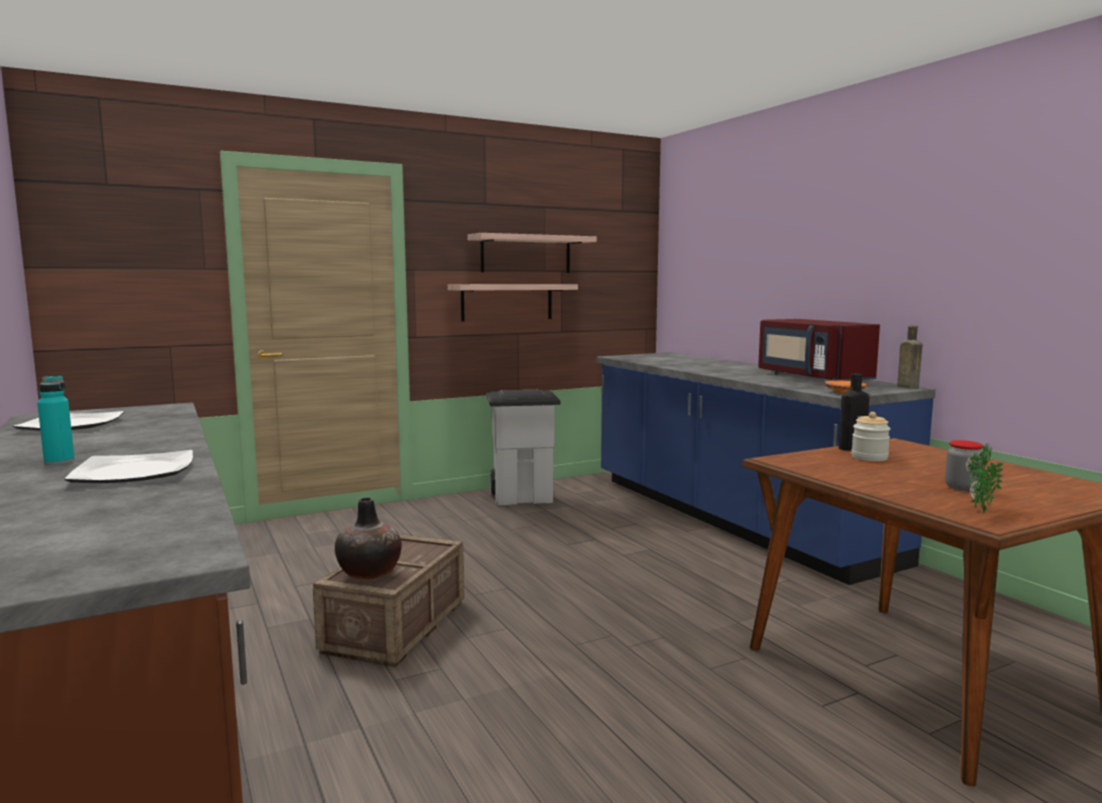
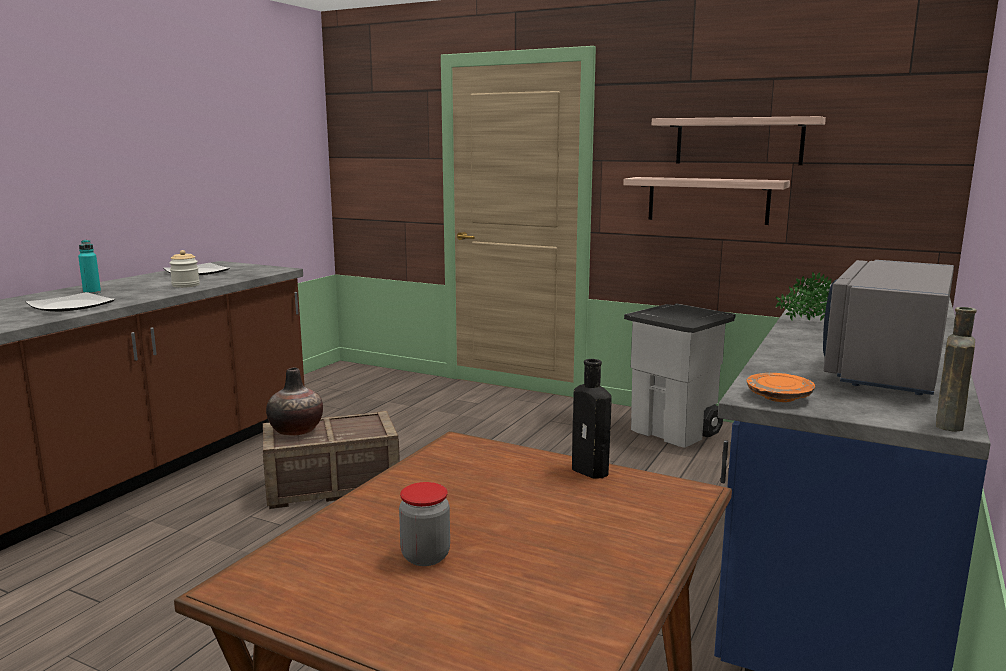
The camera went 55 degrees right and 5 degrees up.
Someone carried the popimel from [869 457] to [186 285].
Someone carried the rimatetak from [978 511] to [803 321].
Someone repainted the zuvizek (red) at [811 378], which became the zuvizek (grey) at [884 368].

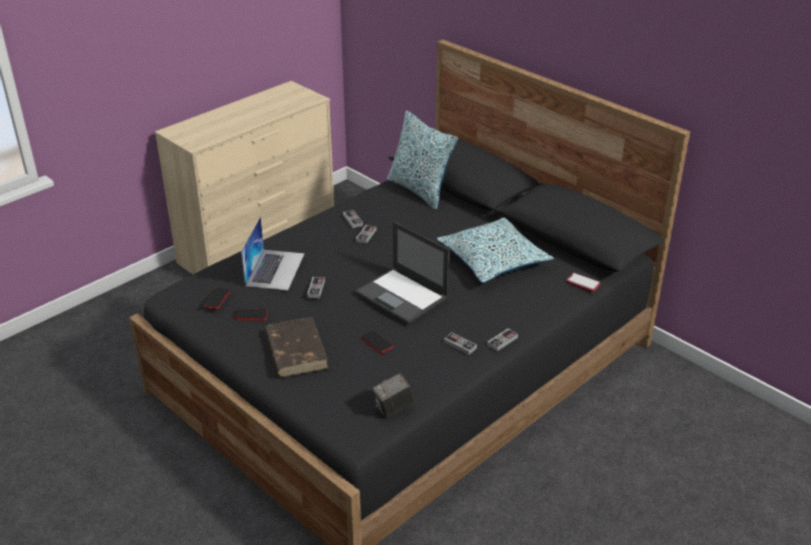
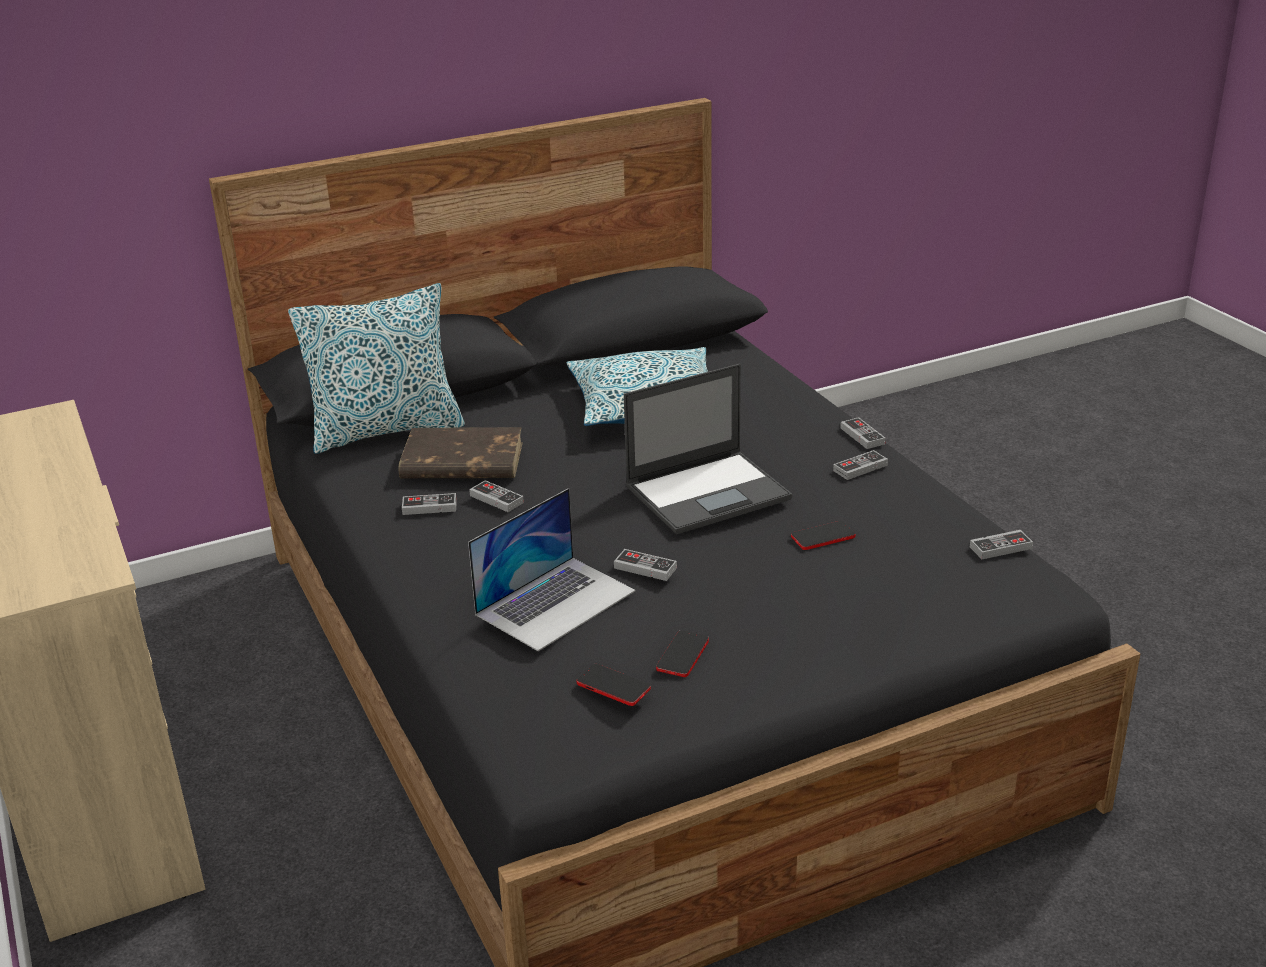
The camera went 70 degrees left and 5 degrees down.
Someone carried the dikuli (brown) from [296 350] to [461 461].
Someone rotated the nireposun at [275 269] by 105 degrees clockwise.
Someone swapped the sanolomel at [393 409] for the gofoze at [1000 548].
Someone took away the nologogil at [583 283].

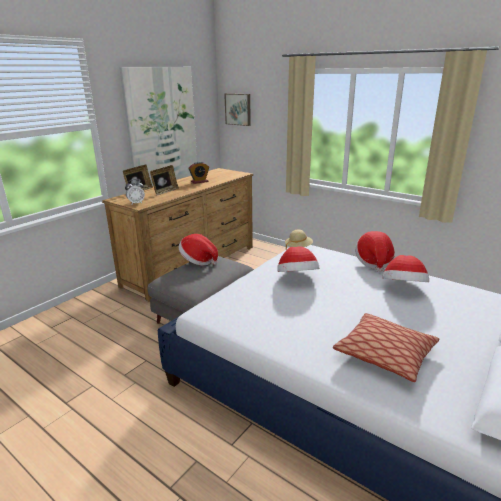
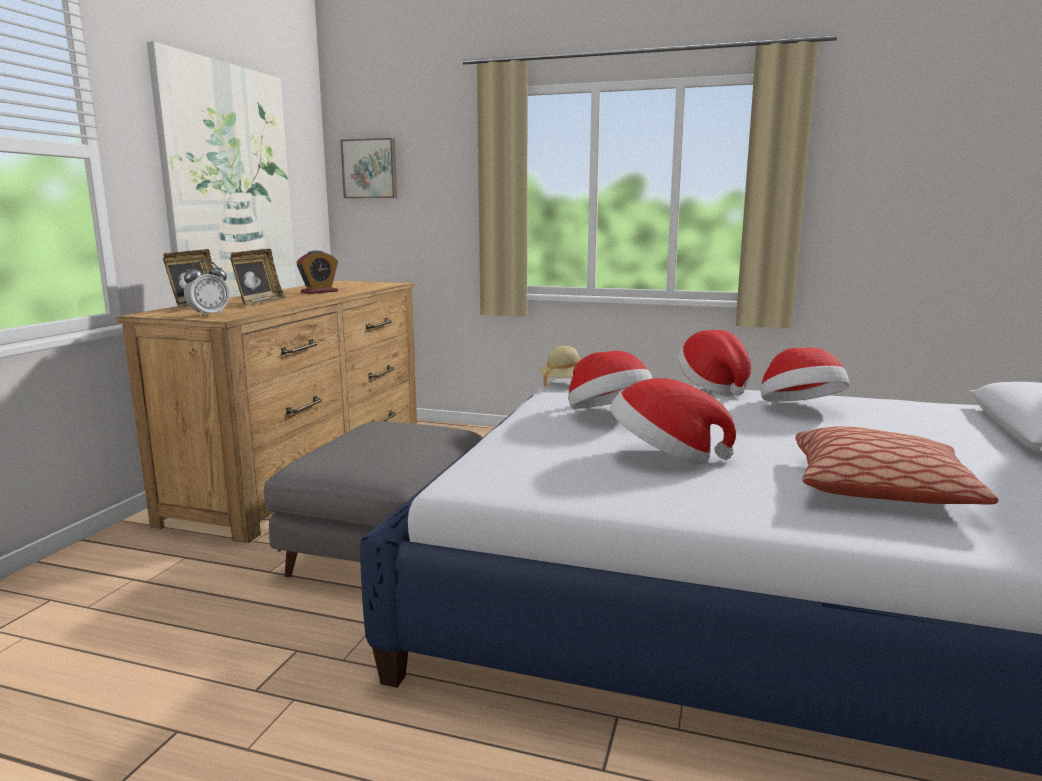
The camera went 20 degrees left and 10 degrees down.
Someone carried the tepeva from [198 260] to [665 457].

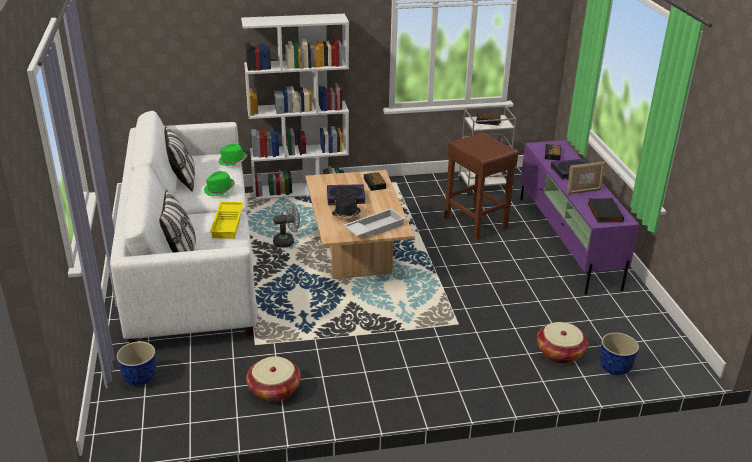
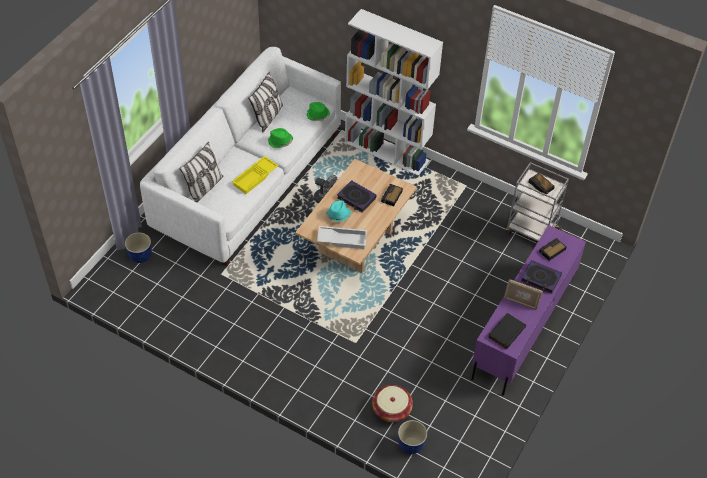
The camera went 40 degrees right and 20 degrees up.
Someone repainted the tepeva (black) at [346 215], which became the tepeva (turquoise) at [338 215].
Someone took away the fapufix at [274 390].
Someone took away the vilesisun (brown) at [476 223].

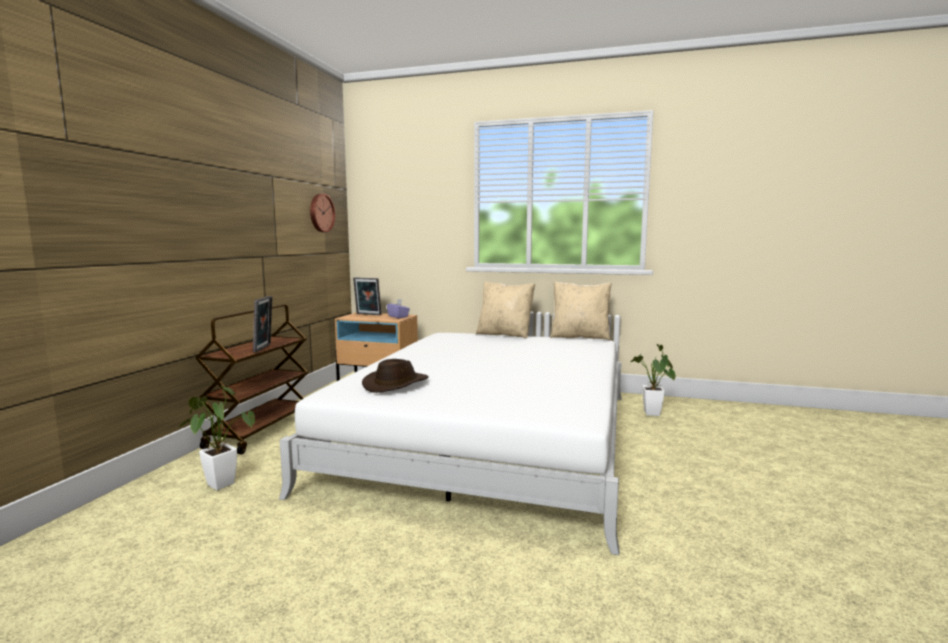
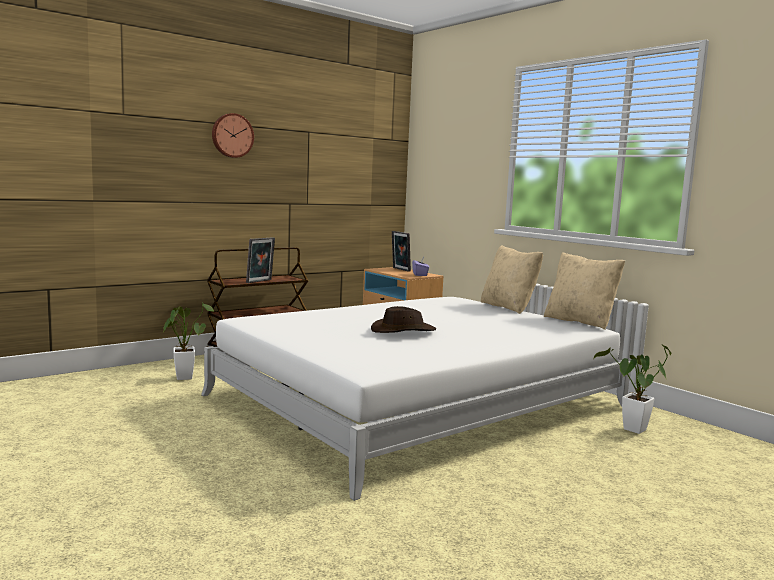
The camera went 35 degrees right and 0 degrees up.
Someone carried the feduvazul from [321 213] to [232 135].
Someone carried the tepeva (brown) from [396 384] to [403 330].

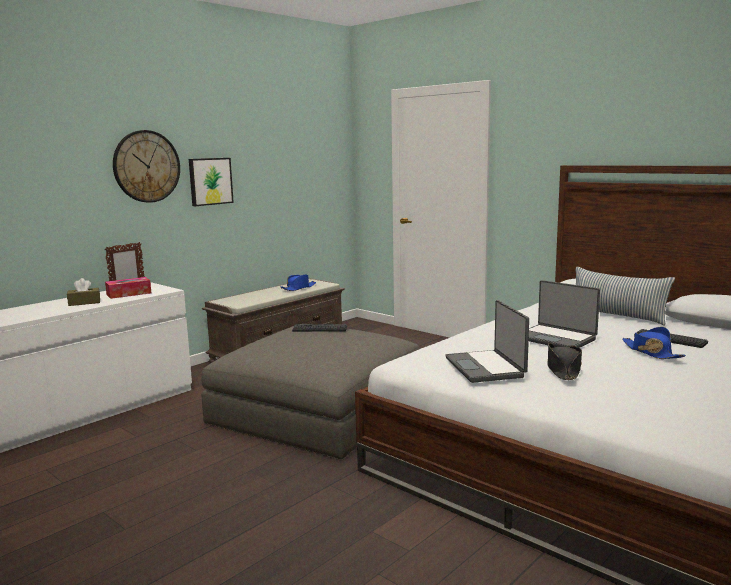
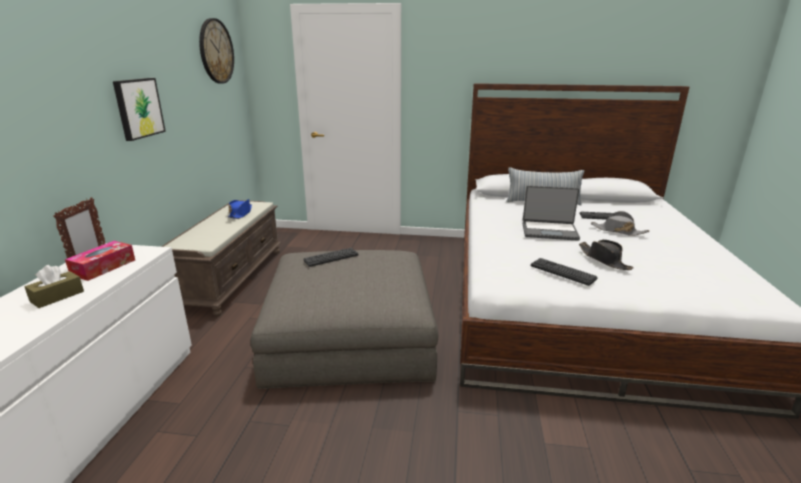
The camera went 35 degrees left and 10 degrees up.
Someone carried the feduvazul from [146 166] to [216 51].
Someone swapped the nireposun at [486 367] for the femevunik at [562 272].
Someone repainted the tepeva (blue) at [651 352], which became the tepeva (grey) at [618 231].

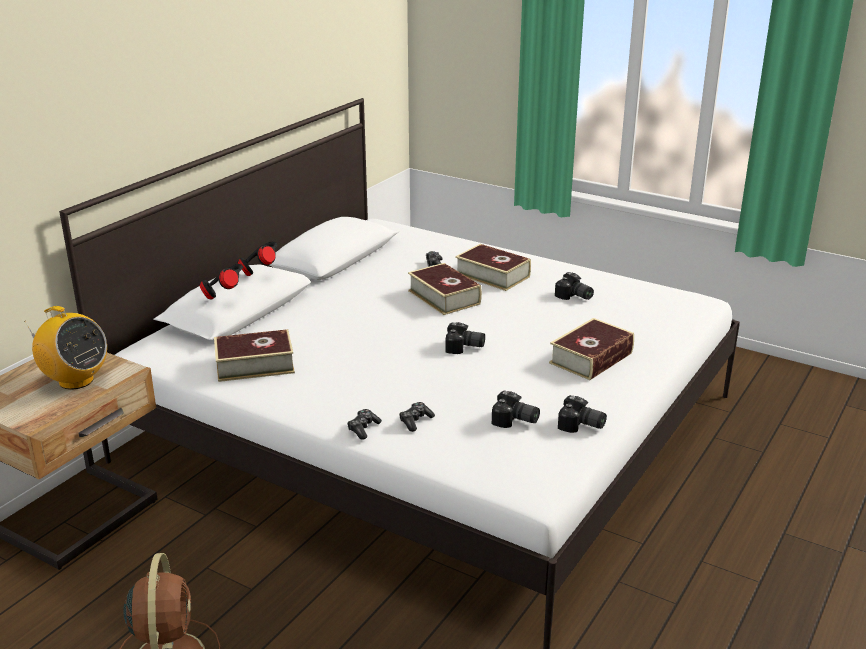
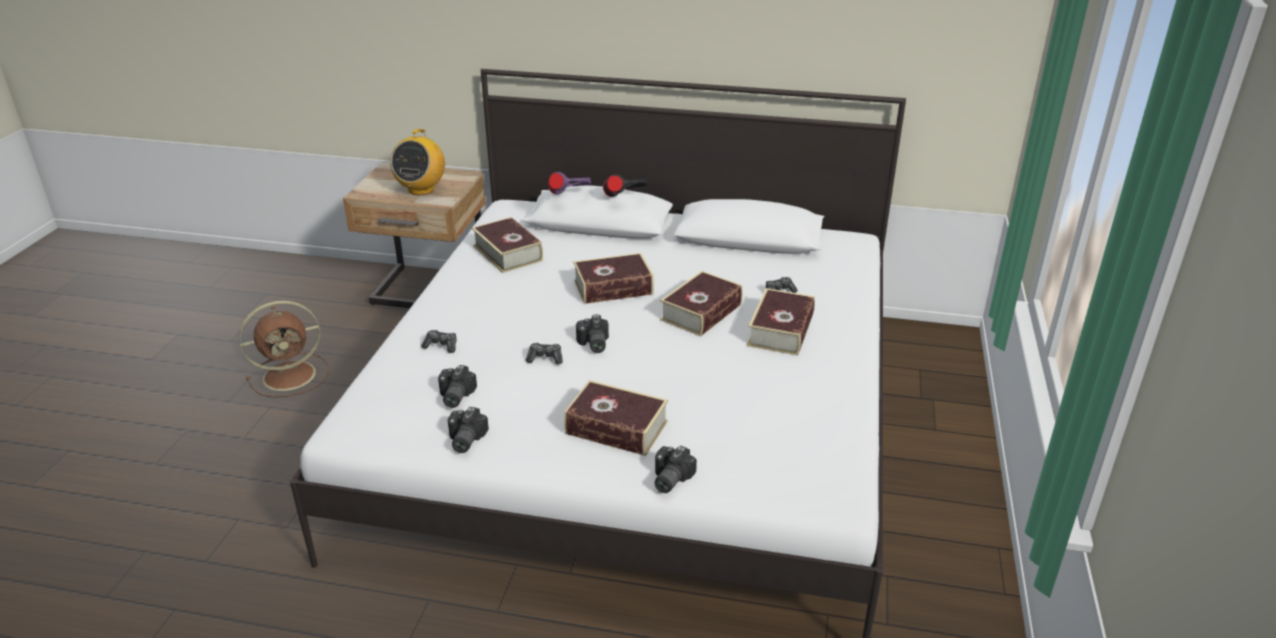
The camera went 70 degrees right and 5 degrees up.
Someone carried the gofoze from [363 428] to [545 358].
Someone repainted the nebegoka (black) at [225 294], which became the nebegoka (purple) at [570 196].
Someone put down the dikuli at [613 287].
Someone carried the sanolomel from [574 297] to [668 479].

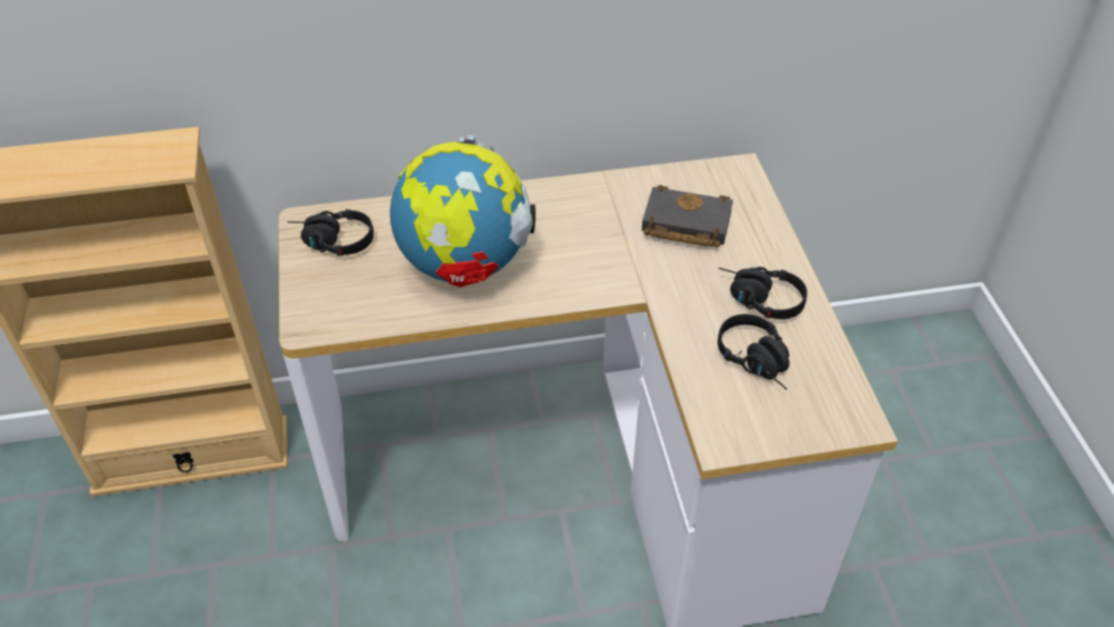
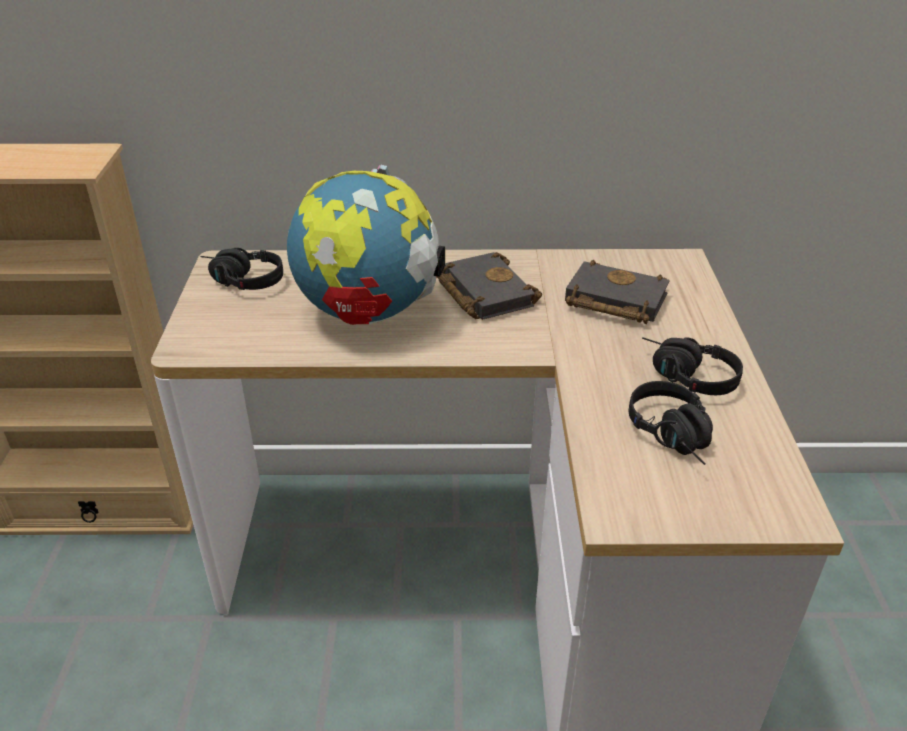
The camera went 10 degrees right and 10 degrees down.
Someone put down the dikuli (black) at [482 292].

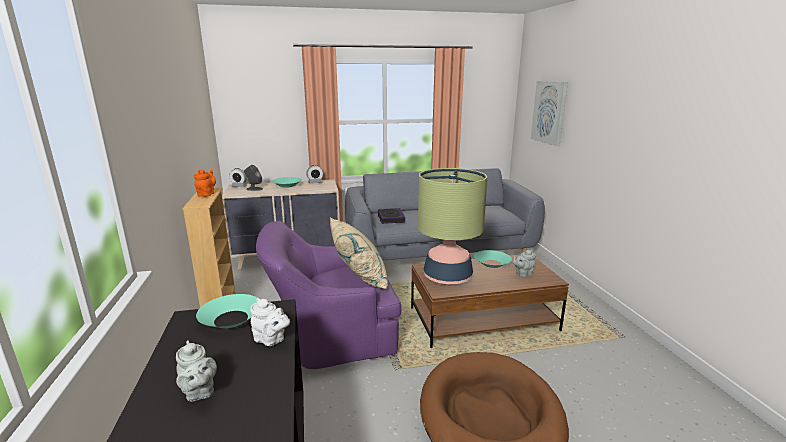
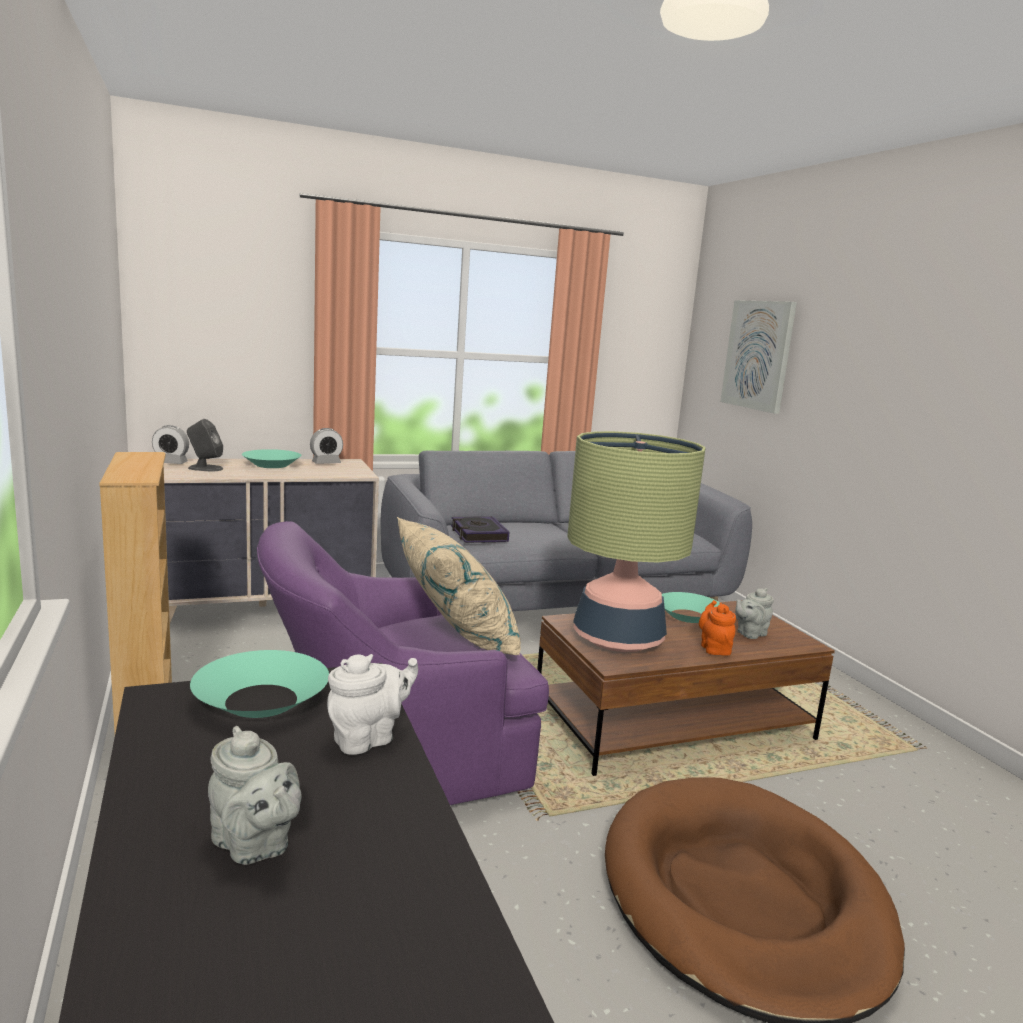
The camera went 10 degrees left and 5 degrees down.
Someone rotated the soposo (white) at [271 340] by 60 degrees counterclockwise.
Someone carried the soposo (orange) from [207 194] to [714 648].

